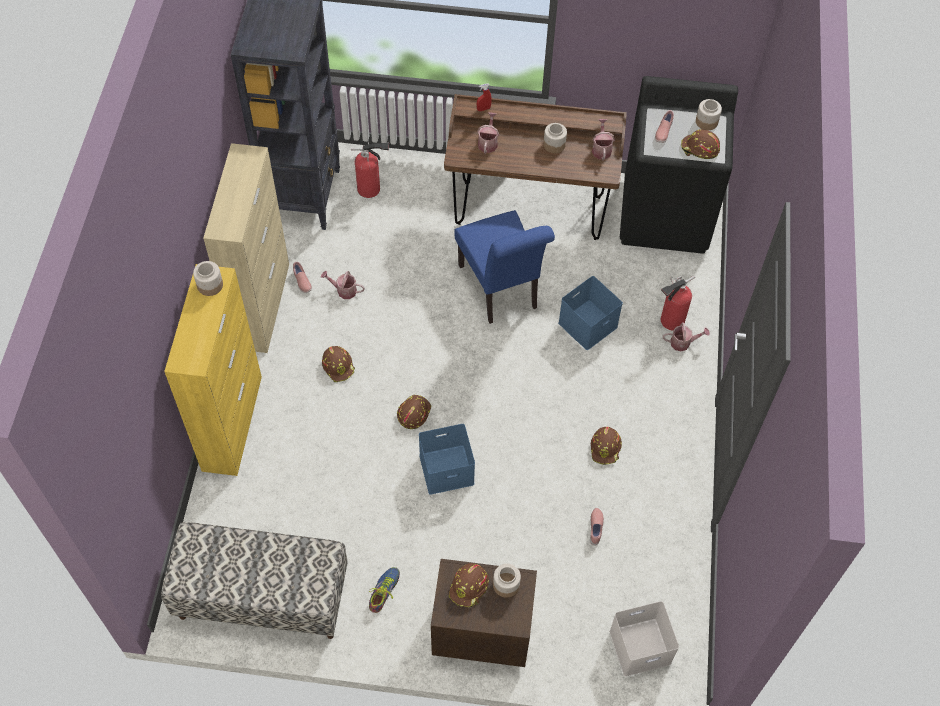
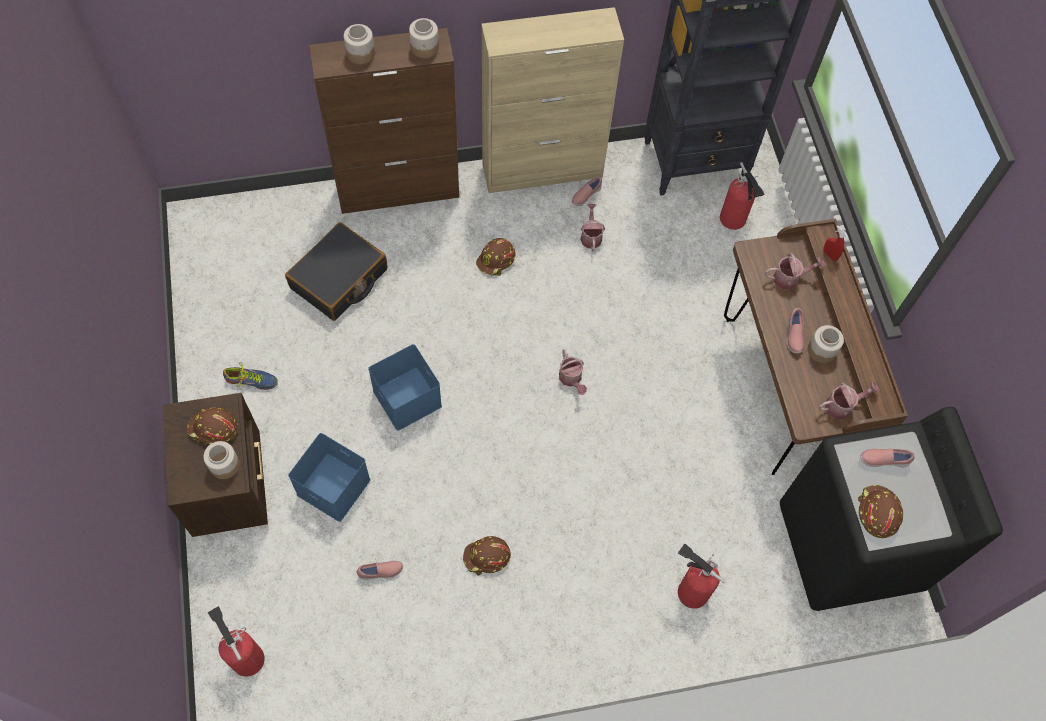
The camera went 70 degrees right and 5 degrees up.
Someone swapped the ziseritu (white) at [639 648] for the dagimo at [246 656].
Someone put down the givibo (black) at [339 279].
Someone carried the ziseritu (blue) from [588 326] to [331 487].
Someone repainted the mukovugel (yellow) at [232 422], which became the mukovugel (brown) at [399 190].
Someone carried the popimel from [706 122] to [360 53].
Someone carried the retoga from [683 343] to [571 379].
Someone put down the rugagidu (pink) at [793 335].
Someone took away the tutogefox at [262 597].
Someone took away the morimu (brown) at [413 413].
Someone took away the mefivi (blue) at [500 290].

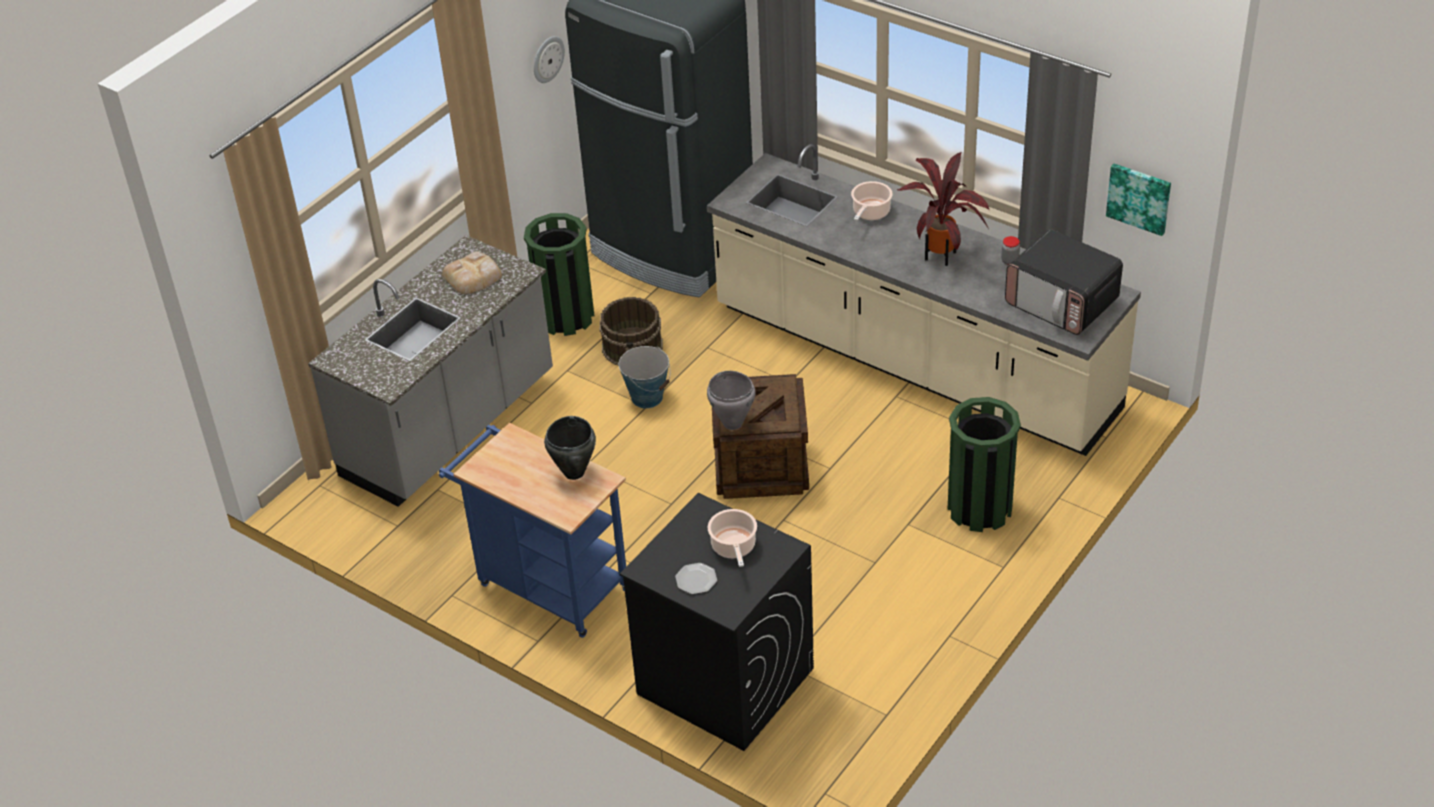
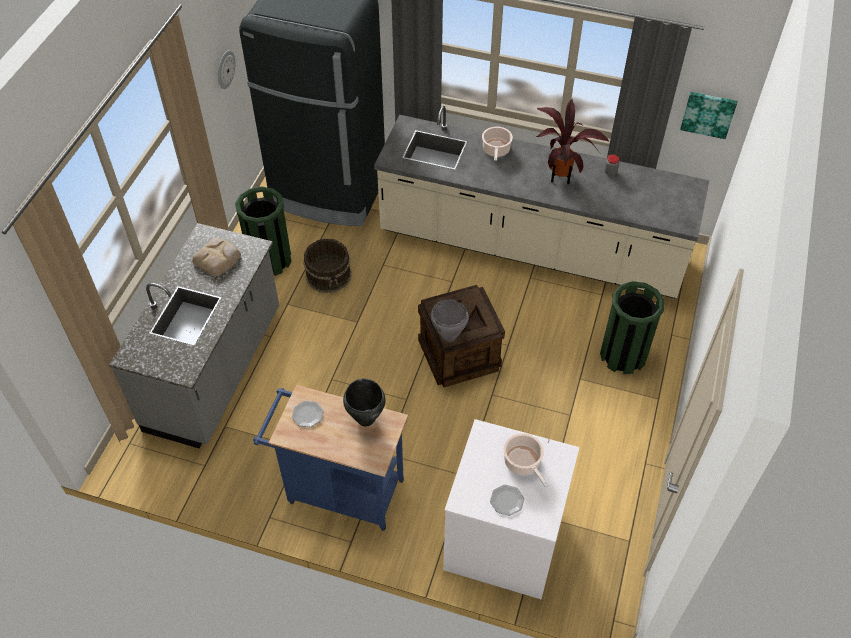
The camera went 20 degrees left and 10 degrees up.
Someone put down the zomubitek at [308 415].
Someone repainted the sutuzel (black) at [724 681], which became the sutuzel (white) at [503 541].
Someone took away the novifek at [647 397].
Someone took away the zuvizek at [1062 303].

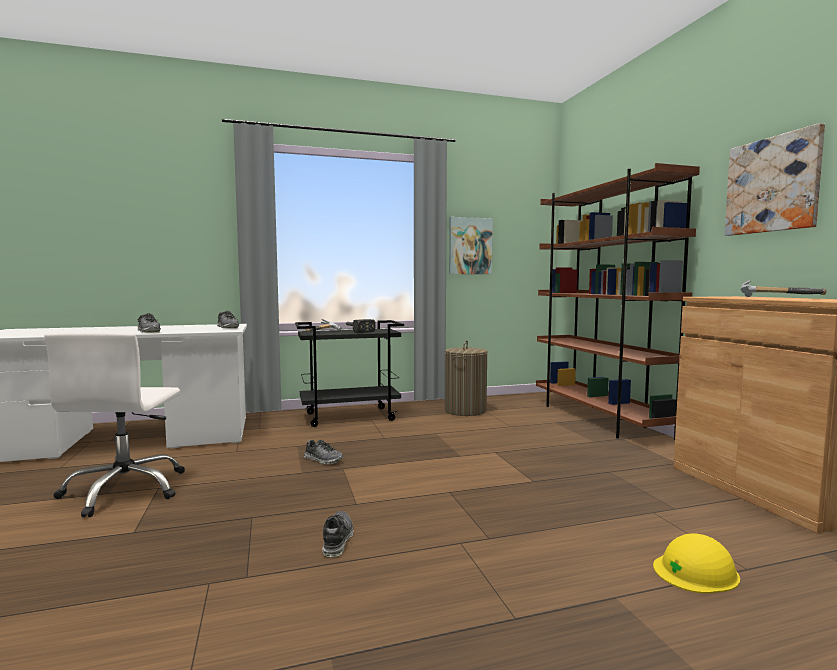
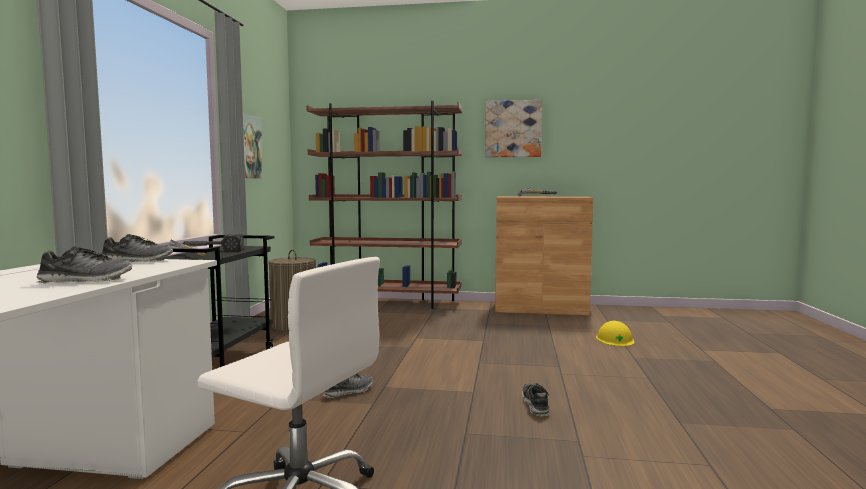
The camera went 65 degrees left and 0 degrees up.
Someone rotated the rugagidu at [337 540] by 60 degrees clockwise.

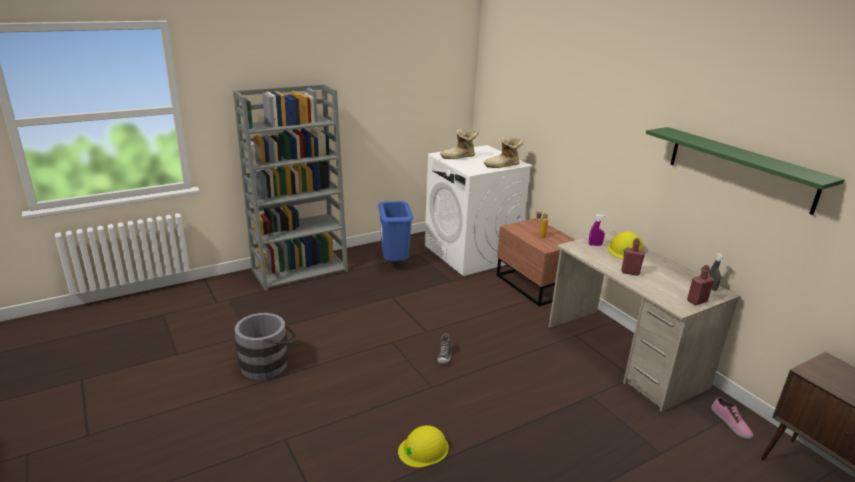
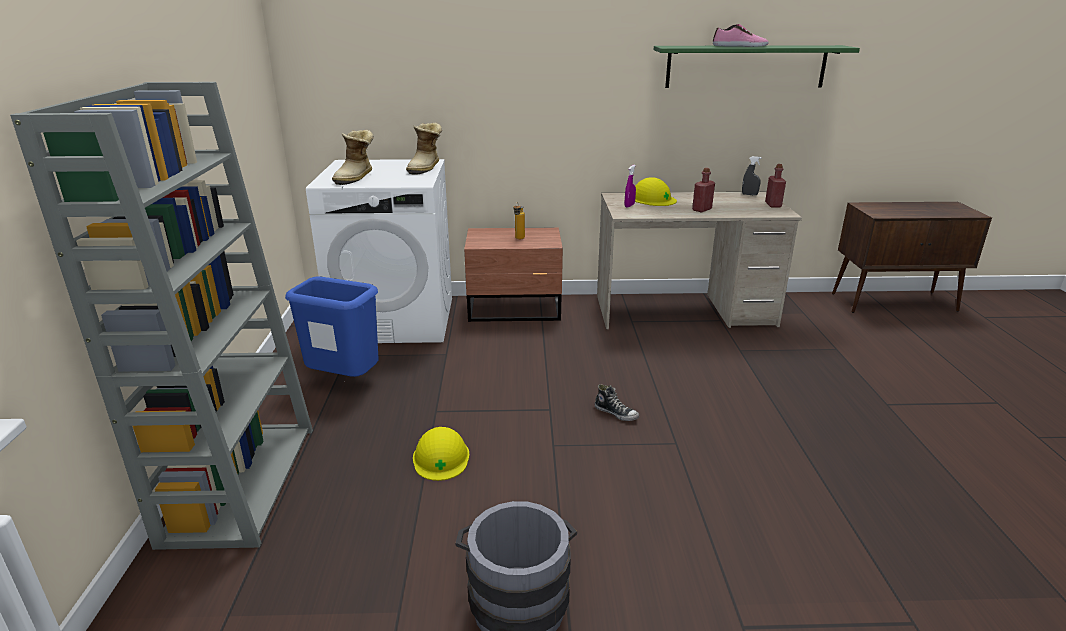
The camera went 60 degrees left and 0 degrees up.
Someone carried the morimu (yellow) from [424 449] to [441 457].
Someone carried the rugagidu from [730 423] to [739 46].

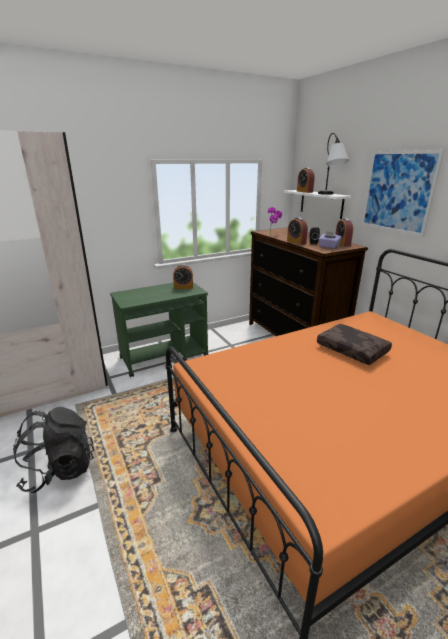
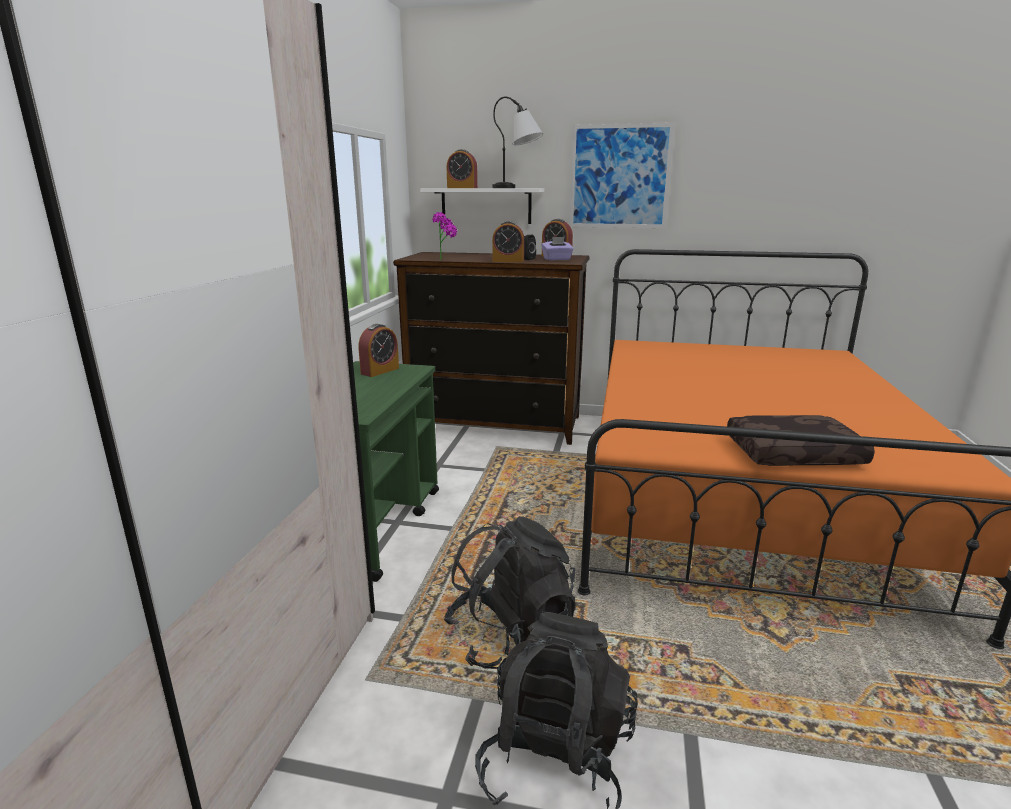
The camera went 50 degrees left and 5 degrees down.
Someone put down the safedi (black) at [511 635].
Someone carried the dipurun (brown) from [353 350] to [793 453].

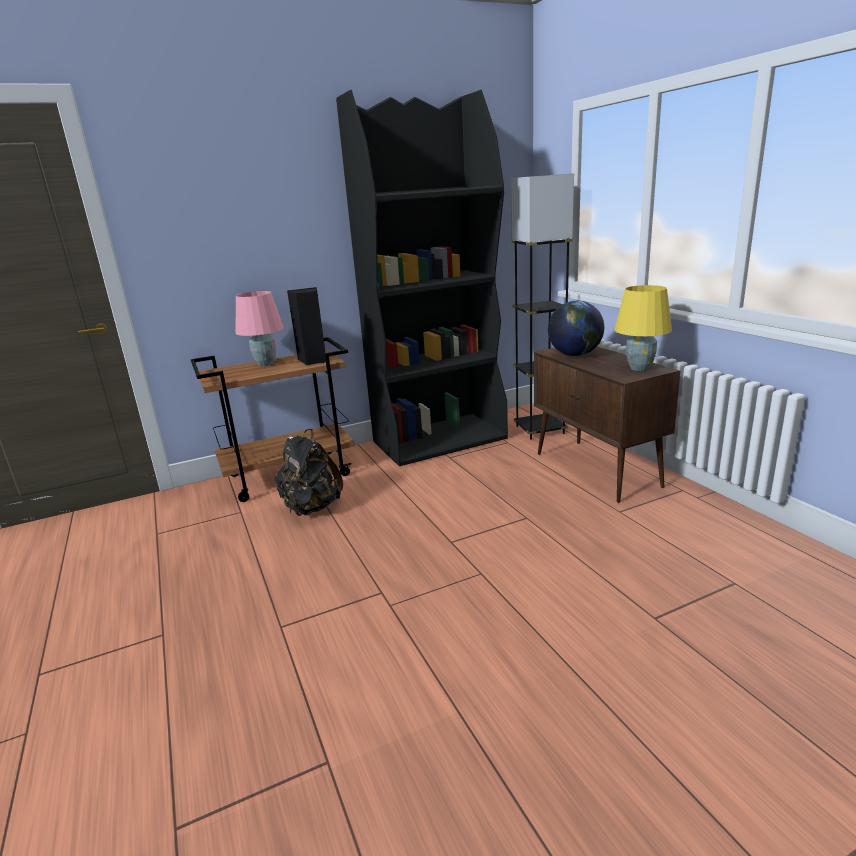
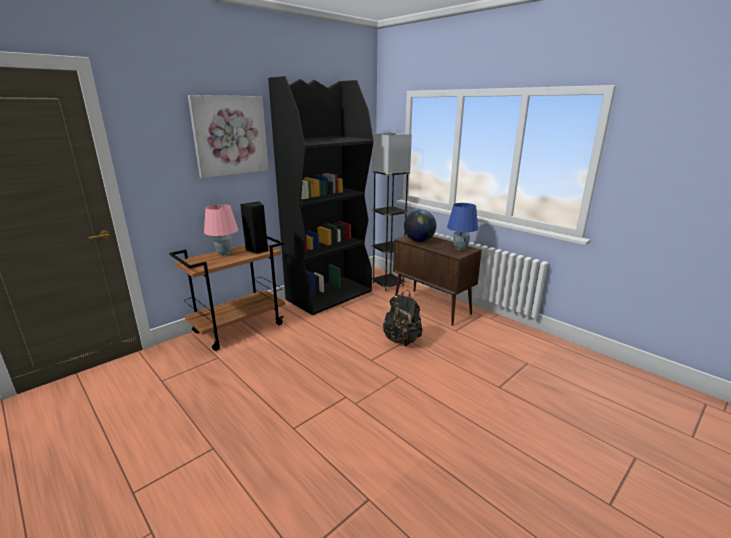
The camera went 20 degrees left and 0 degrees up.
Someone put up the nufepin at [230 135].
Someone carried the safedi (black) from [311 508] to [402 340].
Someone repainted the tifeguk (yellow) at [639 368], which became the tifeguk (blue) at [460 249].

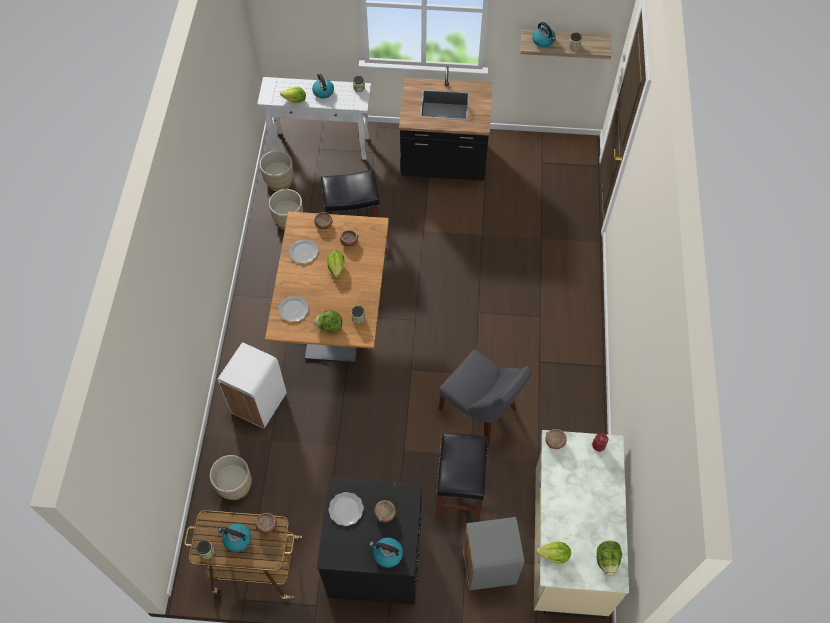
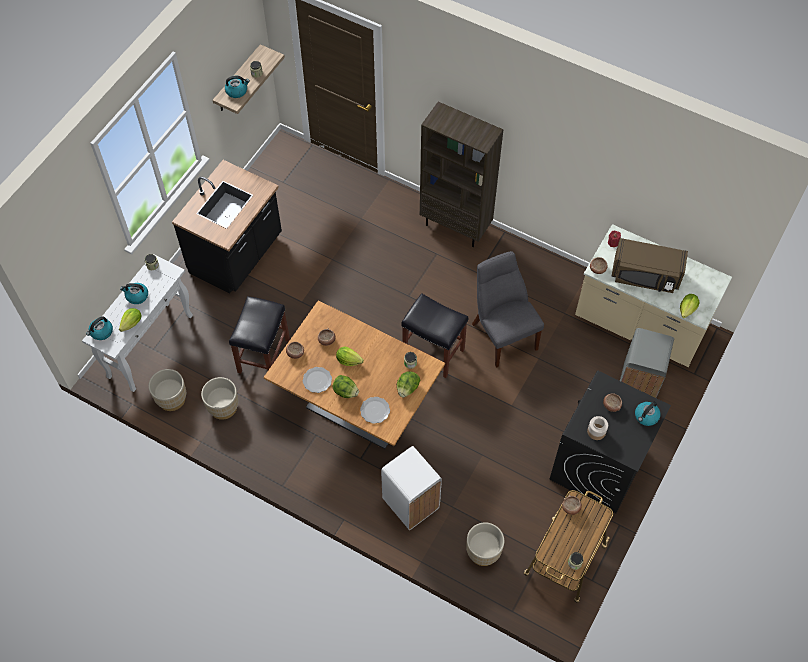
The camera went 65 degrees left and 0 degrees up.
Someone carried the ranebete from [237 539] to [101 332].
Someone carried the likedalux from [607 560] to [345 392].
Someone carried the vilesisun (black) from [460 492] to [434 352].
Someone put down the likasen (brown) at [456 226].
Someone rotated the mefivi (grey) at [481 411] by 90 degrees counterclockwise.
Someone swapped the zomubitek at [345 509] for the popimel at [596 431].
Someone put down the zuvizek (brown) at [645 276].

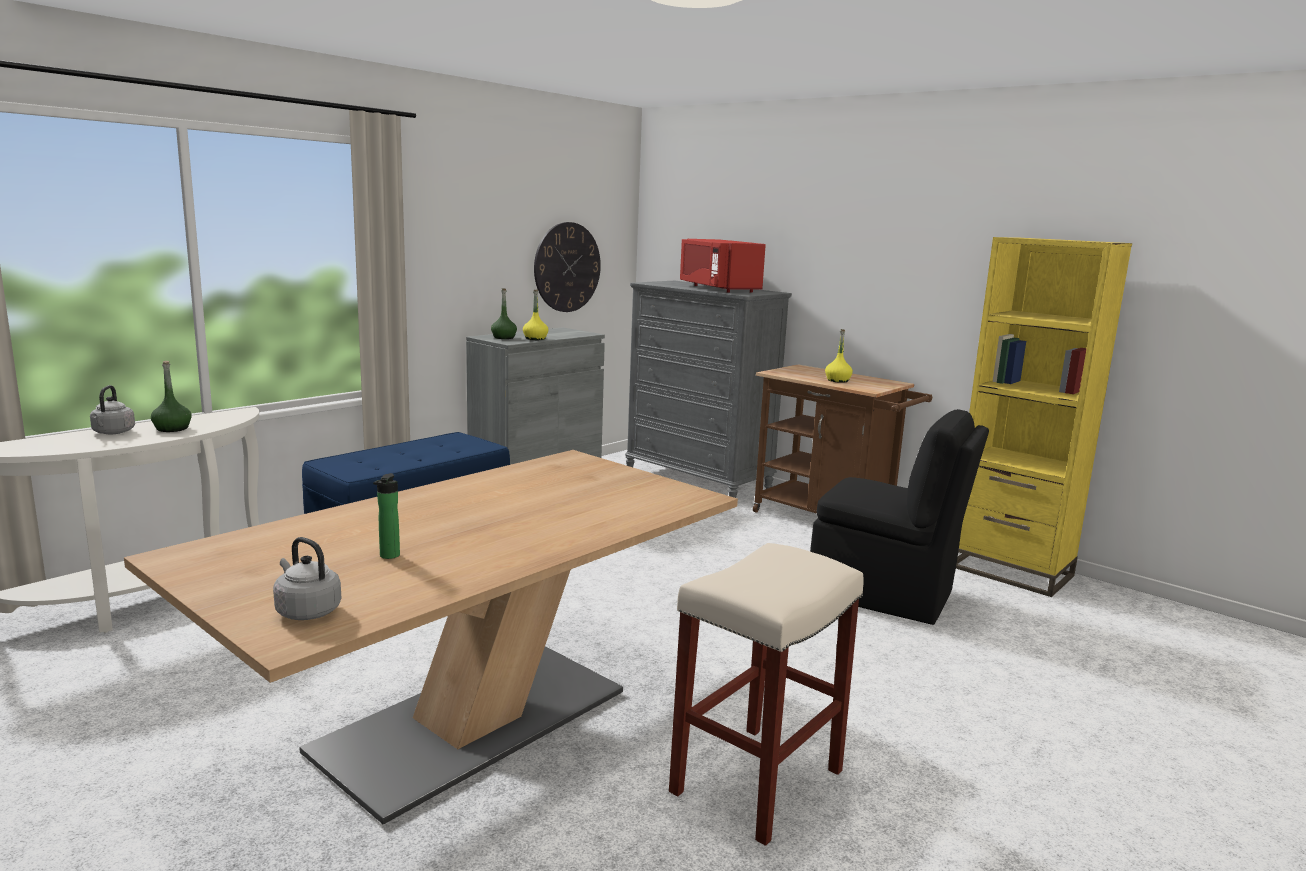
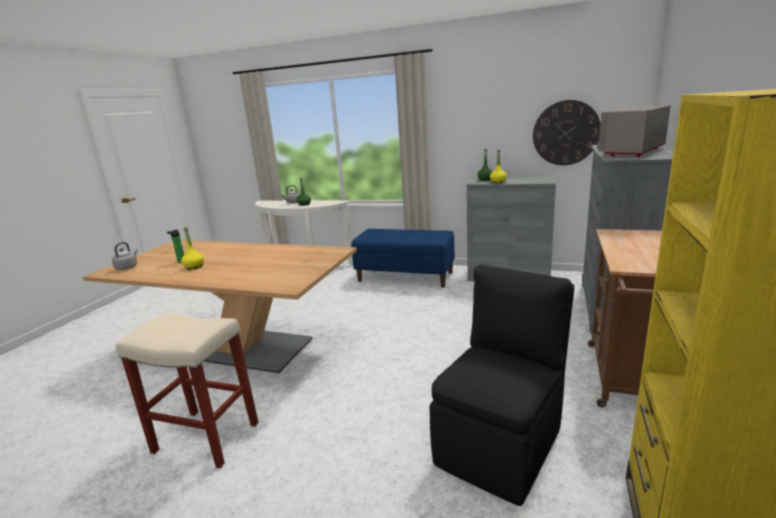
The camera went 70 degrees right and 5 degrees up.
Someone carried the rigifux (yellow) from [837 380] to [194 266].
Someone rotated the mefivi (black) at [884 594] by 150 degrees counterclockwise.
Someone repainted the zuvizek (red) at [718 288], which became the zuvizek (grey) at [631 152].

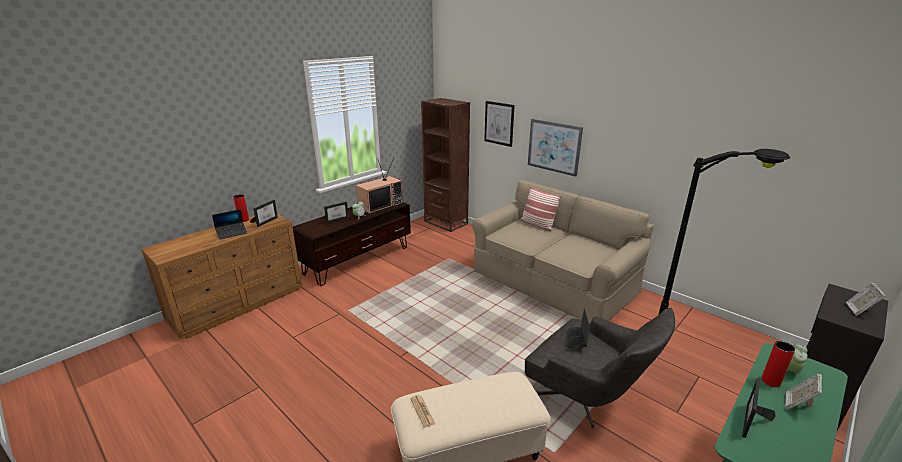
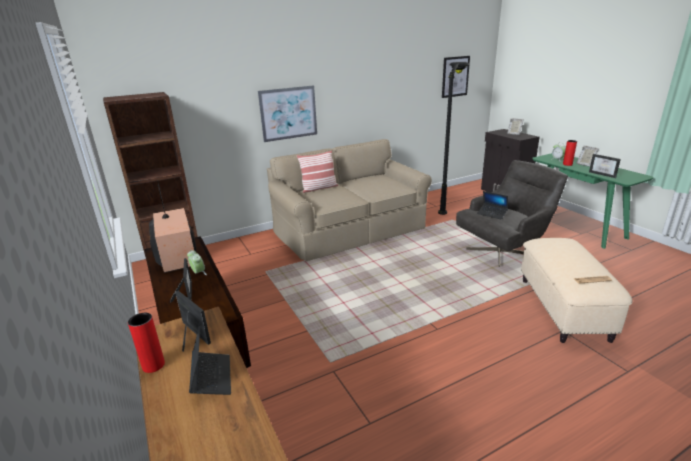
The camera went 70 degrees left and 0 degrees up.
Someone carried the nufepin from [499 123] to [455 76].

